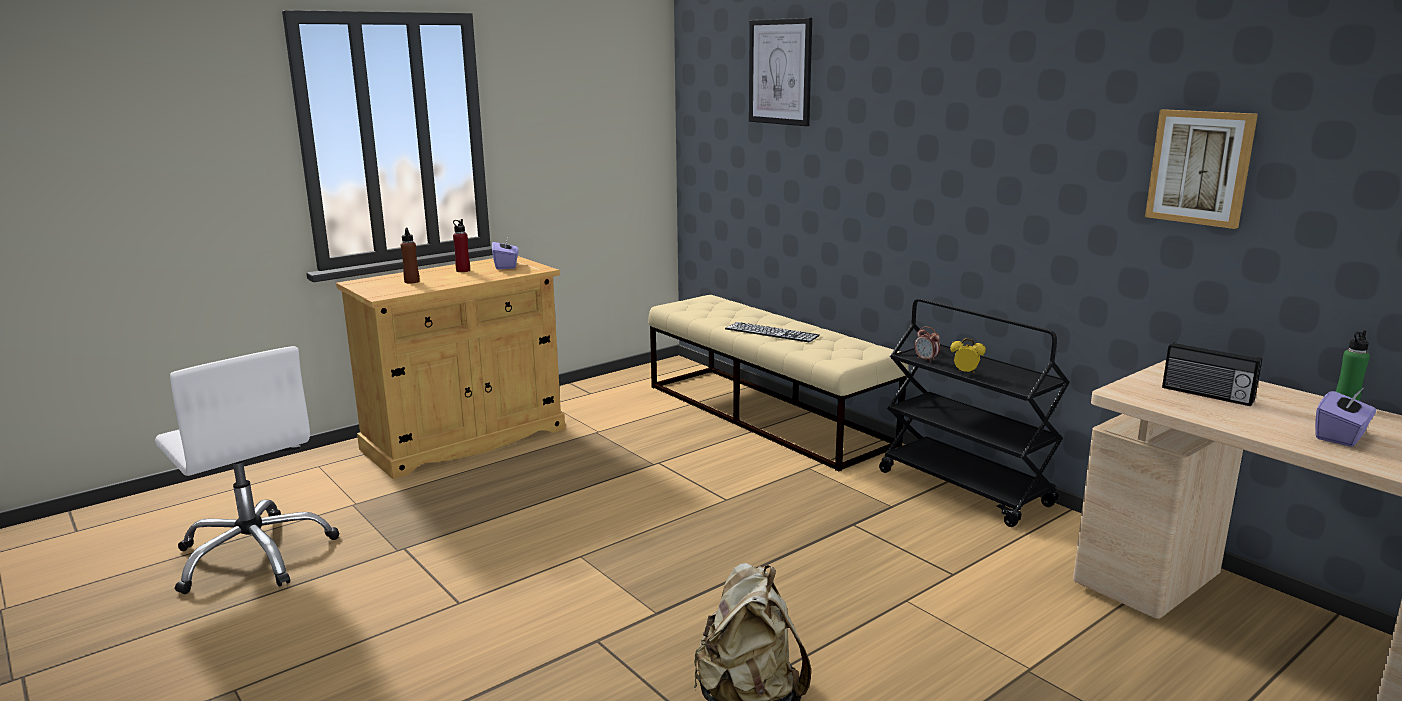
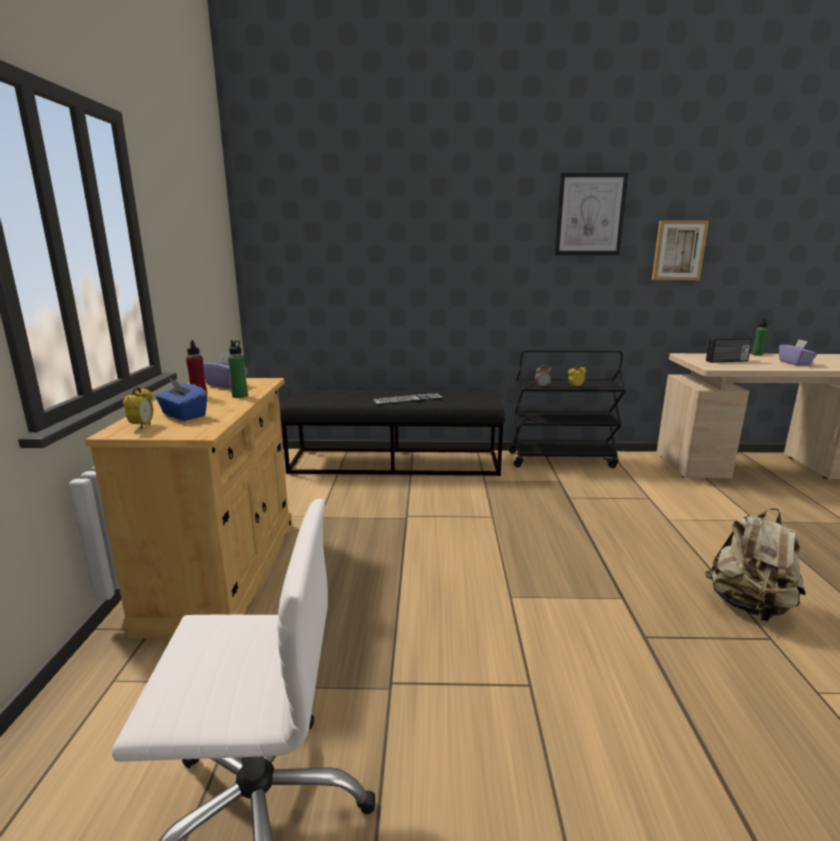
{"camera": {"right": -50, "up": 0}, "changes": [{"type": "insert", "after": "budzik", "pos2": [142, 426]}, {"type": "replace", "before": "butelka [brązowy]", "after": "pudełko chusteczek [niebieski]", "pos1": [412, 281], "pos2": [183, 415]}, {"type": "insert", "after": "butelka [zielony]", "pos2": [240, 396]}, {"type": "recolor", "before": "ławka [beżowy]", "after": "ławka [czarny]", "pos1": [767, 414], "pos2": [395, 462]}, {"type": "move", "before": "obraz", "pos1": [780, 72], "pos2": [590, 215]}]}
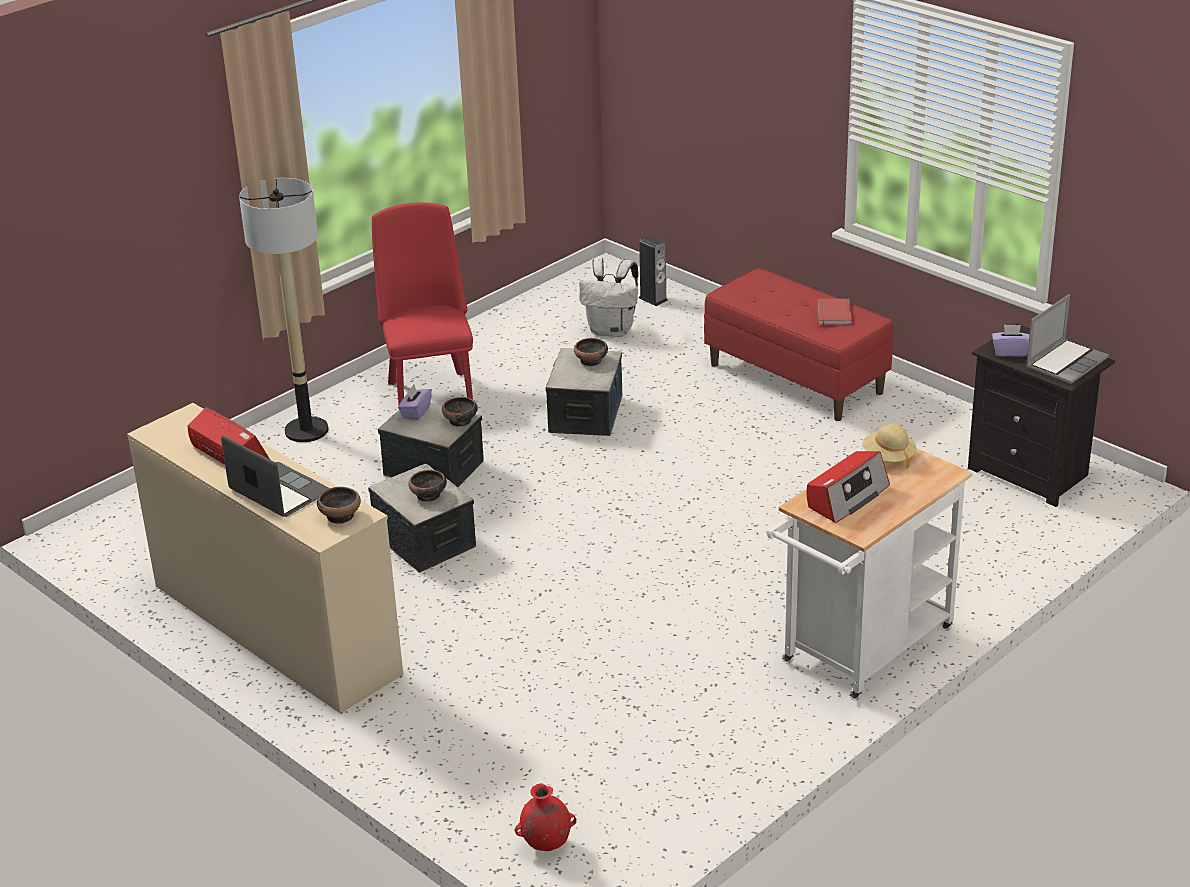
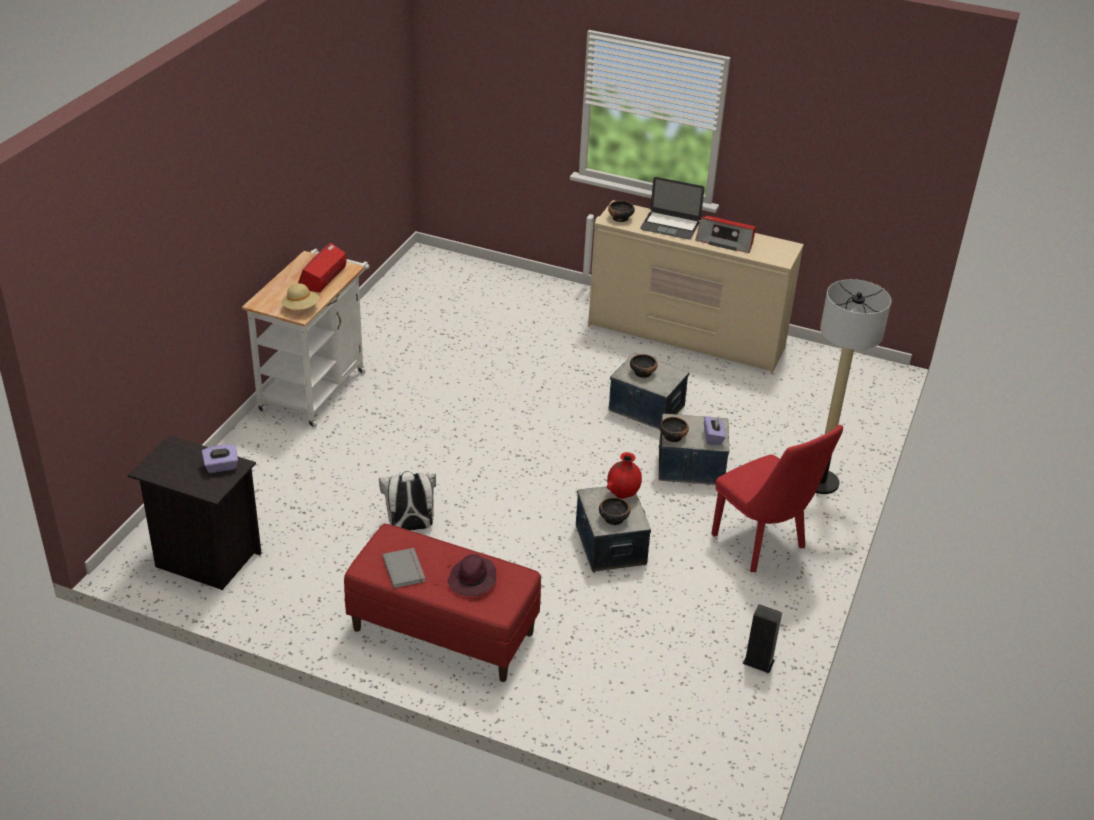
{"camera": {"right": 155, "up": 5}, "changes": [{"type": "move", "before": "plecak [biały]", "pos1": [612, 330], "pos2": [410, 527]}, {"type": "recolor", "before": "książka [czerwony]", "after": "książka [szary]", "pos1": [832, 314], "pos2": [405, 569]}, {"type": "insert", "after": "kapelusz [fioletowy]", "pos2": [472, 580]}, {"type": "move", "before": "wazon [czerwony]", "pos1": [546, 845], "pos2": [623, 494]}, {"type": "move", "before": "głośnik", "pos1": [653, 299], "pos2": [758, 662]}, {"type": "delete", "before": "laptop", "pos1": [1066, 362]}]}
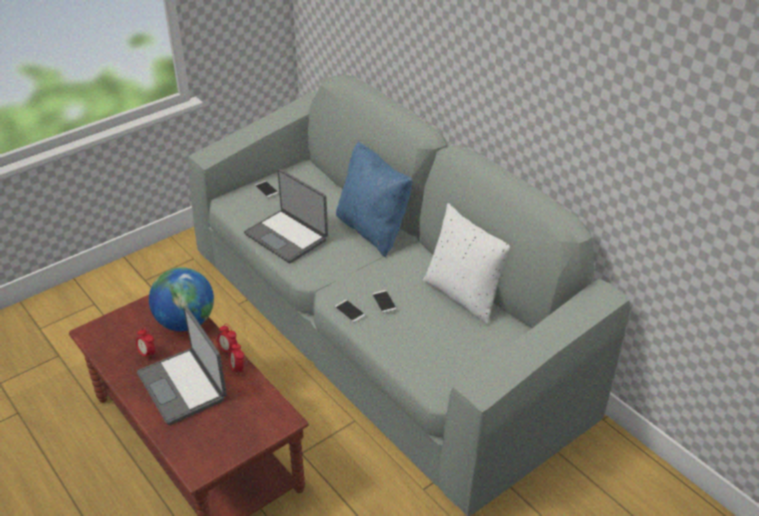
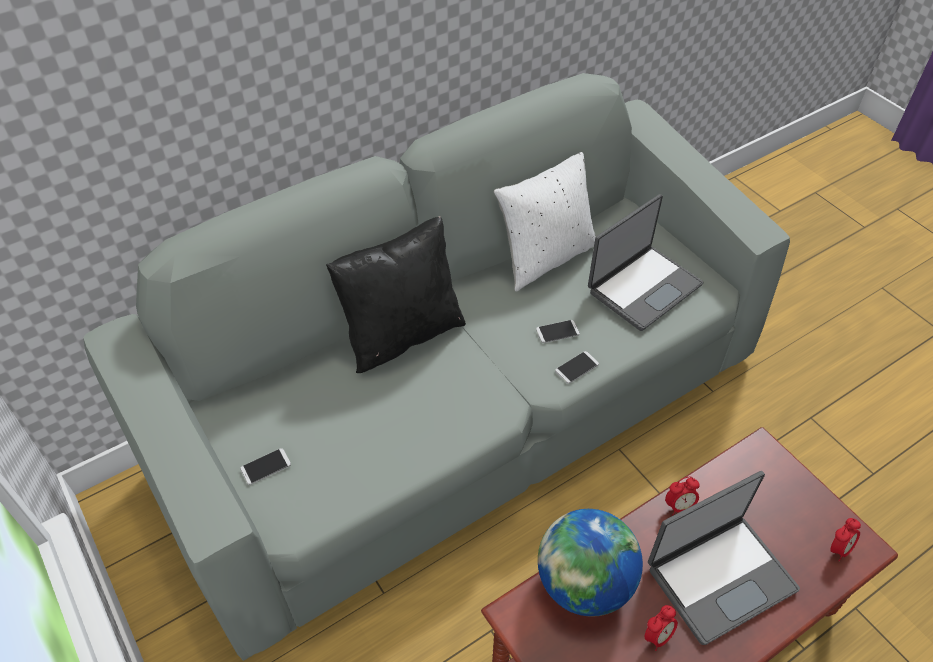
{"camera": {"right": -85, "up": 10}, "changes": [{"type": "recolor", "before": "poduszka [niebieski]", "after": "poduszka [czarny]", "pos1": [373, 230], "pos2": [402, 333]}, {"type": "move", "before": "laptop", "pos1": [287, 236], "pos2": [643, 287]}, {"type": "move", "before": "budzik", "pos1": [228, 350], "pos2": [838, 549]}]}
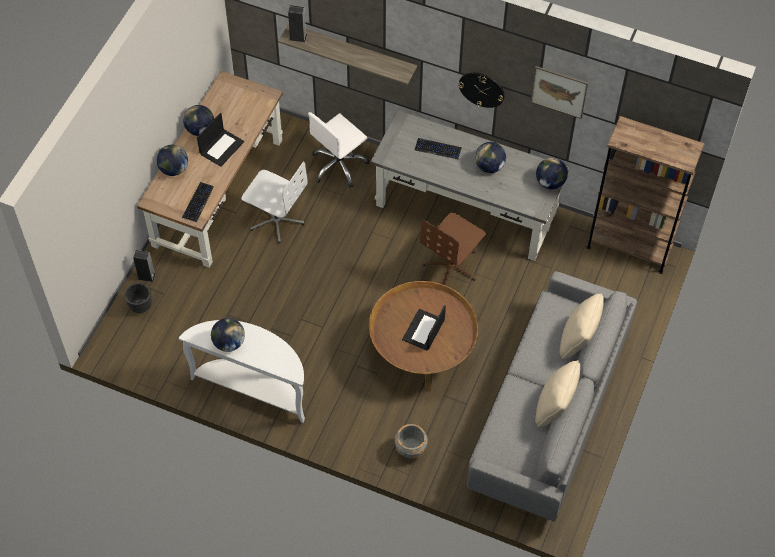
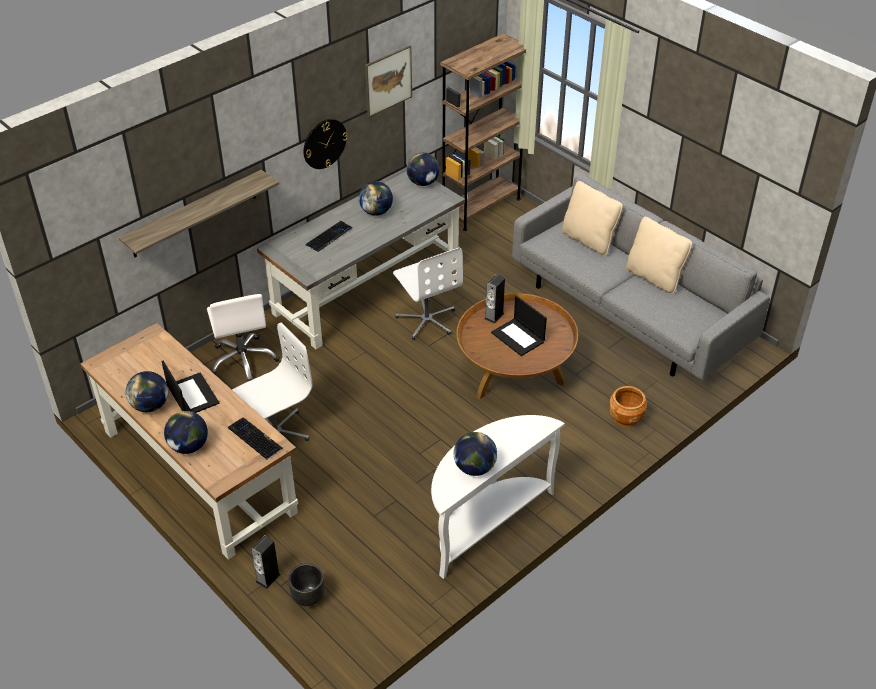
{"camera": {"right": -65, "up": -15}, "changes": [{"type": "recolor", "before": "krzesło biurowe [brązowy]", "after": "krzesło biurowe [biały]", "pos1": [452, 265], "pos2": [427, 320]}, {"type": "move", "before": "głośnik", "pos1": [298, 37], "pos2": [494, 316]}, {"type": "recolor", "before": "donica [szary]", "after": "donica [brązowy]", "pos1": [410, 448], "pos2": [625, 418]}]}
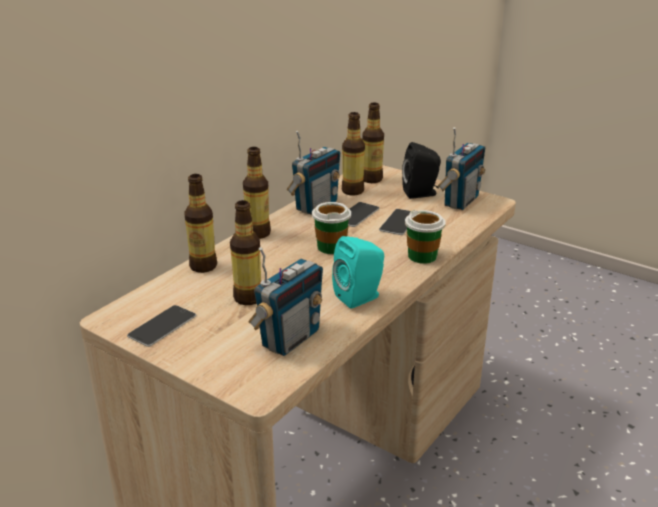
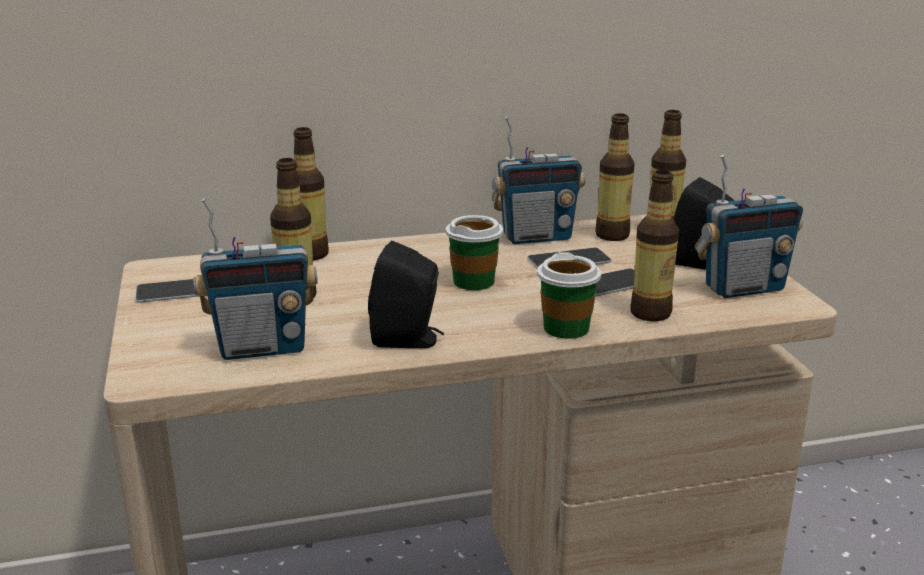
{"camera": {"right": 40, "up": -5}, "changes": [{"type": "recolor", "before": "głośnik [turkusowy]", "after": "głośnik [czarny]", "pos1": [360, 297], "pos2": [409, 340]}, {"type": "move", "before": "butelka", "pos1": [258, 233], "pos2": [650, 313]}]}
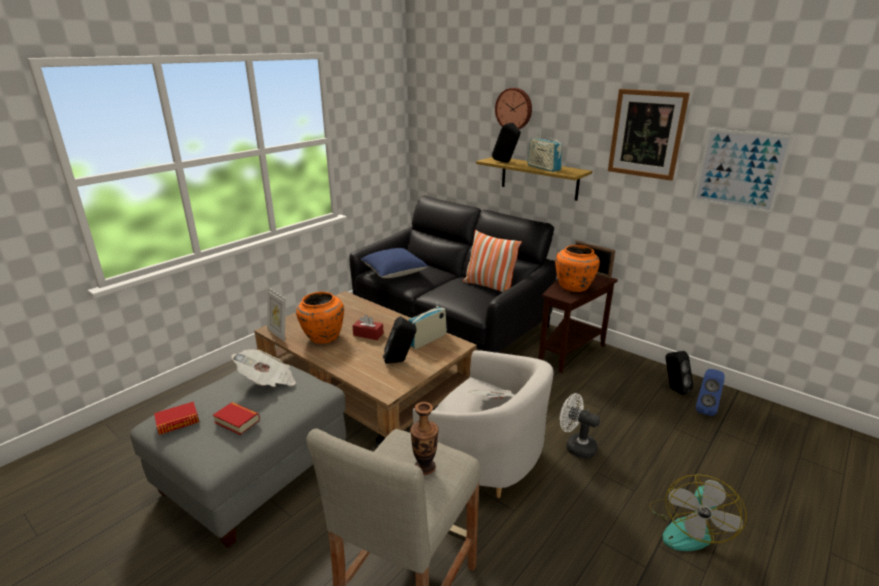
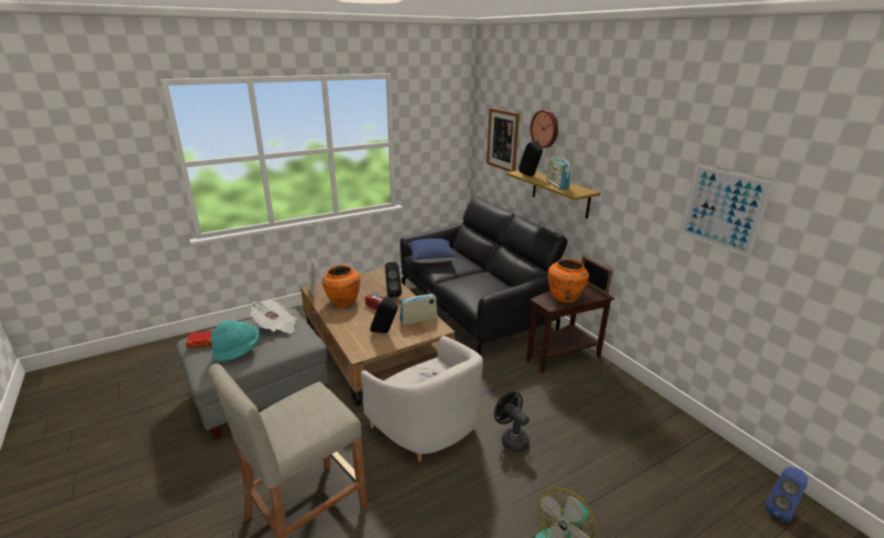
{"camera": {"right": 20, "up": 0}, "changes": [{"type": "replace", "before": "książka", "after": "kapelusz [turkusowy]", "pos1": [237, 421], "pos2": [238, 351]}, {"type": "move", "before": "głośnik [czarny]", "pos1": [674, 389], "pos2": [392, 294]}, {"type": "move", "before": "obraz", "pos1": [646, 134], "pos2": [502, 140]}, {"type": "recolor", "before": "wentylator [biały]", "after": "wentylator [czarny]", "pos1": [576, 446], "pos2": [511, 439]}, {"type": "move", "before": "głośnik [niebieski]", "pos1": [705, 408], "pos2": [780, 509]}, {"type": "delete", "before": "wazon", "pos1": [425, 467]}, {"type": "delete", "before": "poduszka", "pos1": [489, 286]}]}
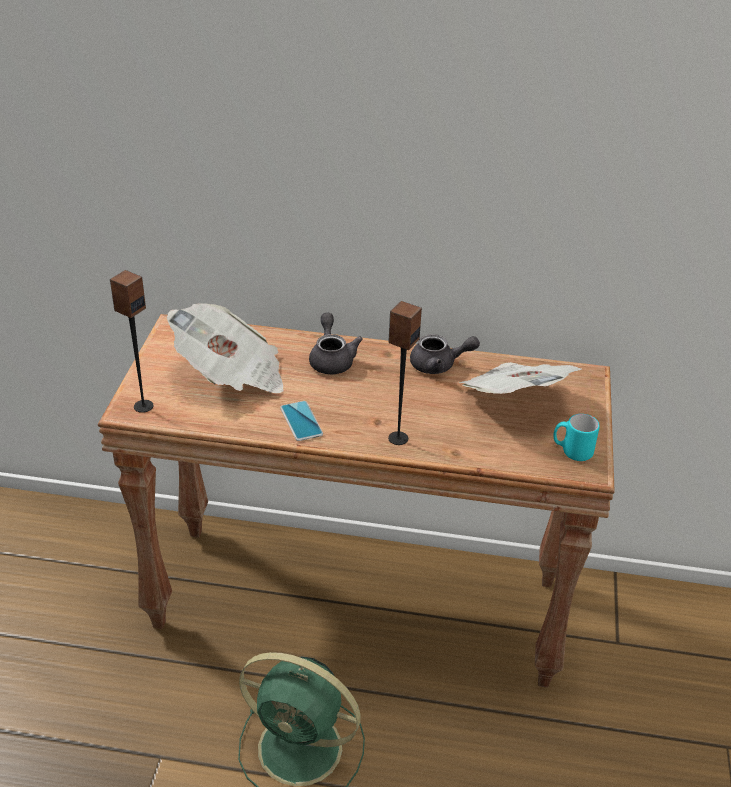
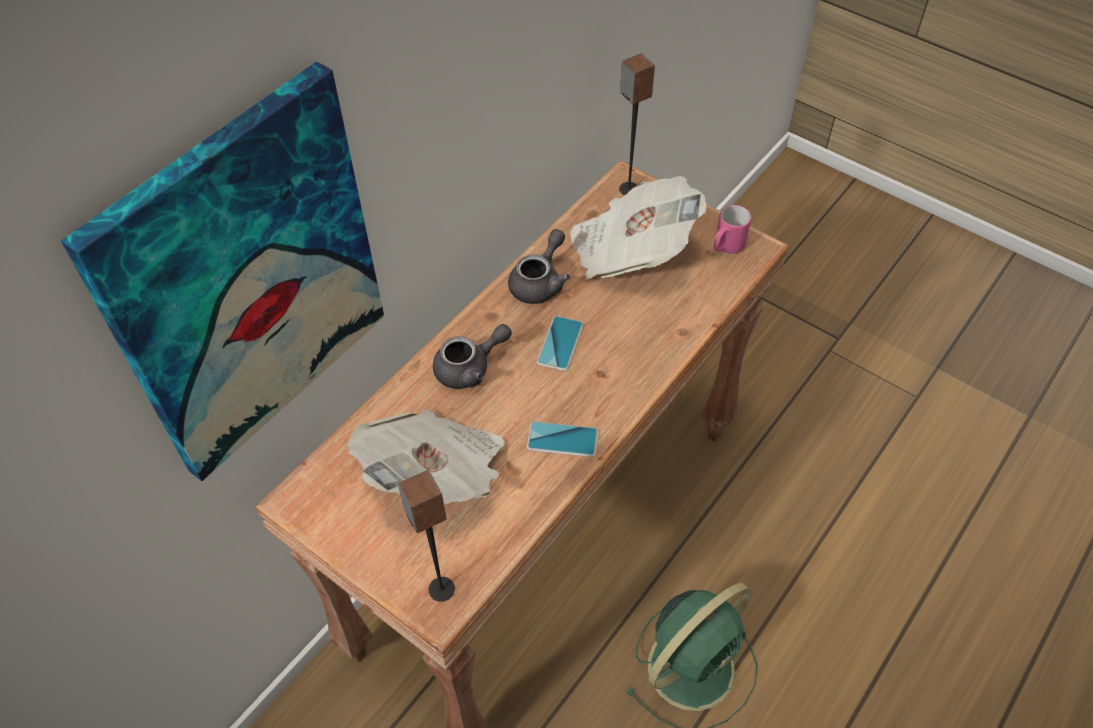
{"camera": {"right": -60, "up": 15}, "changes": [{"type": "insert", "after": "obraz", "pos2": [247, 281]}, {"type": "rotate", "before": "imbryk [szary]", "pos1": [331, 359], "pos2": [470, 368], "turn": 135}, {"type": "insert", "after": "telefon", "pos2": [560, 343]}, {"type": "move", "before": "głośnik", "pos1": [397, 438], "pos2": [628, 189]}, {"type": "recolor", "before": "kubek [turkusowy]", "after": "kubek [różowy]", "pos1": [572, 451], "pos2": [726, 247]}]}
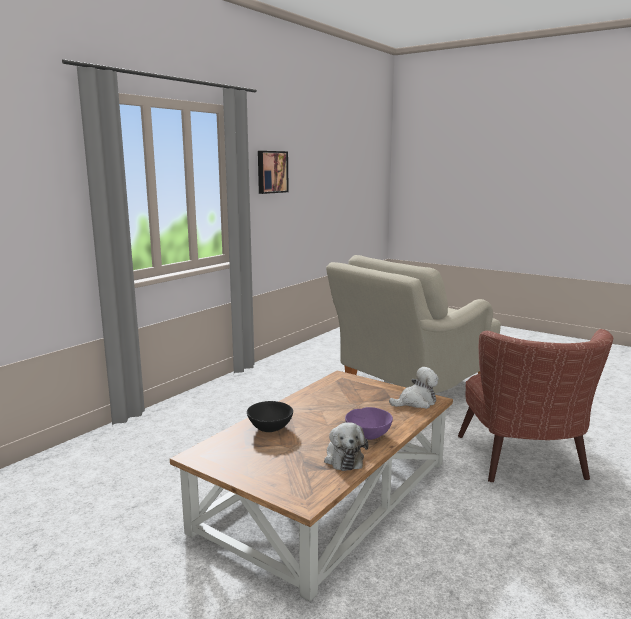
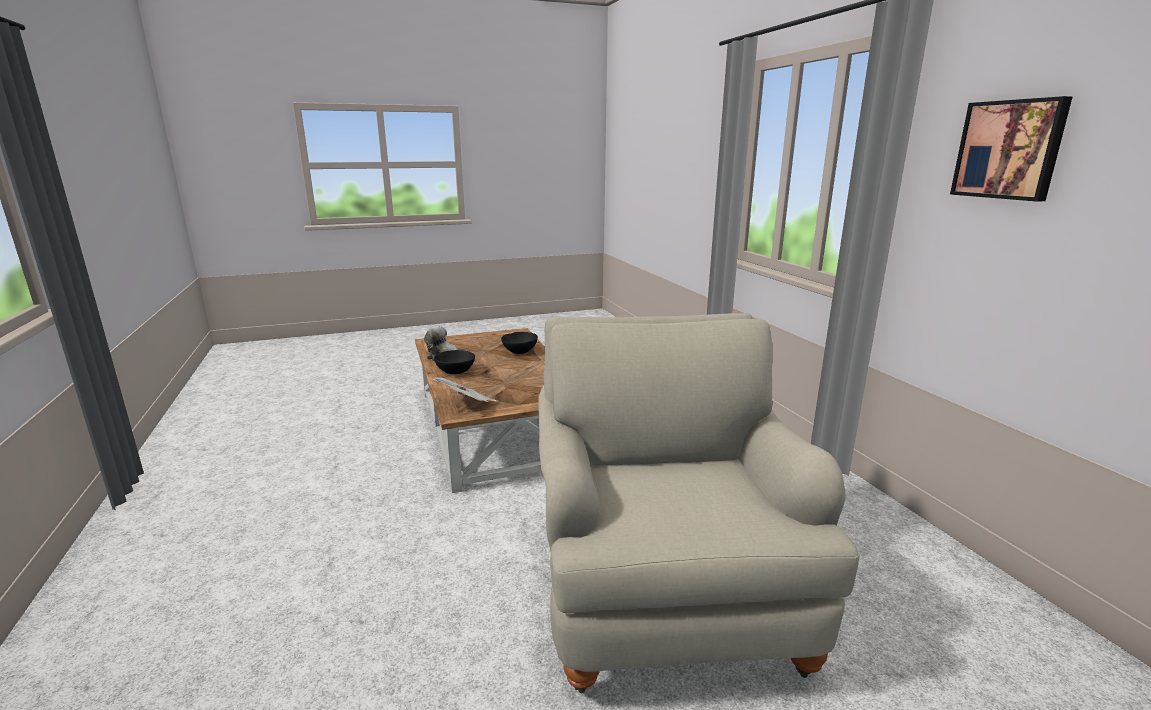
{"camera": {"right": 125, "up": 5}, "changes": [{"type": "replace", "before": "pluszak", "after": "gazeta", "pos1": [416, 402], "pos2": [466, 405]}, {"type": "recolor", "before": "miska [fioletowy]", "after": "miska [czarny]", "pos1": [368, 435], "pos2": [455, 371]}, {"type": "delete", "before": "fotel [brązowy]", "pos1": [525, 464]}]}
